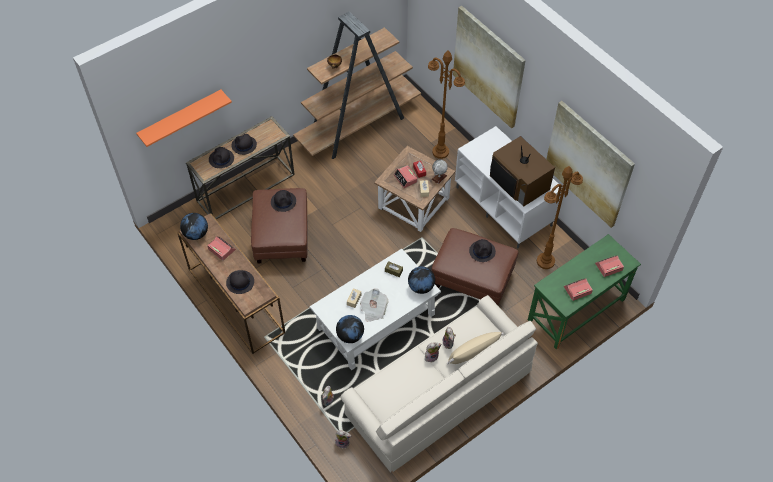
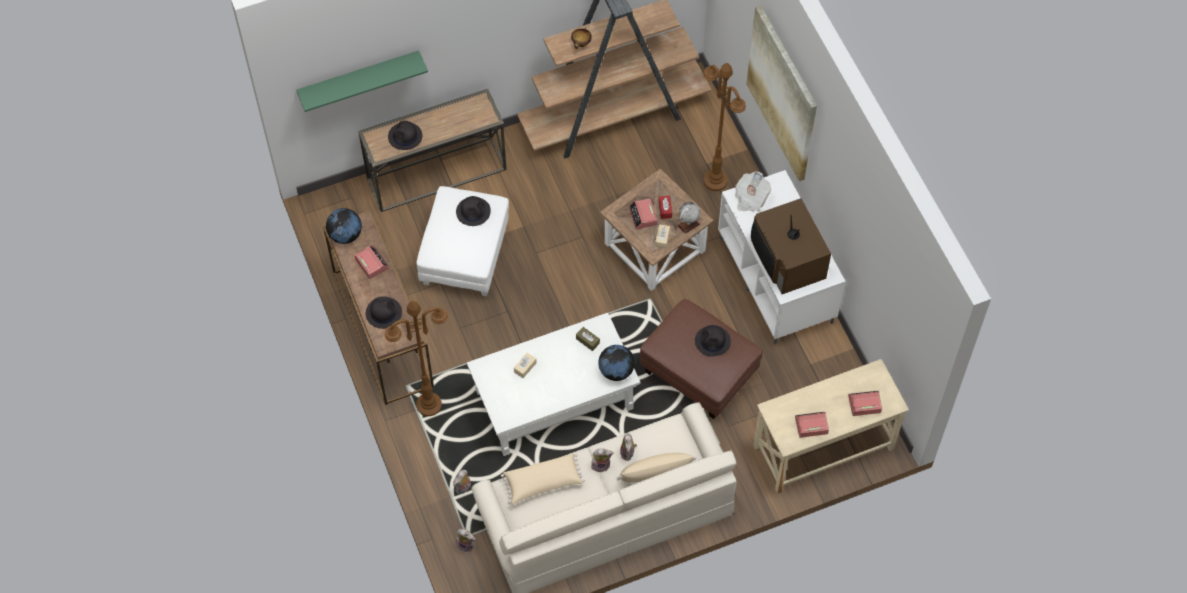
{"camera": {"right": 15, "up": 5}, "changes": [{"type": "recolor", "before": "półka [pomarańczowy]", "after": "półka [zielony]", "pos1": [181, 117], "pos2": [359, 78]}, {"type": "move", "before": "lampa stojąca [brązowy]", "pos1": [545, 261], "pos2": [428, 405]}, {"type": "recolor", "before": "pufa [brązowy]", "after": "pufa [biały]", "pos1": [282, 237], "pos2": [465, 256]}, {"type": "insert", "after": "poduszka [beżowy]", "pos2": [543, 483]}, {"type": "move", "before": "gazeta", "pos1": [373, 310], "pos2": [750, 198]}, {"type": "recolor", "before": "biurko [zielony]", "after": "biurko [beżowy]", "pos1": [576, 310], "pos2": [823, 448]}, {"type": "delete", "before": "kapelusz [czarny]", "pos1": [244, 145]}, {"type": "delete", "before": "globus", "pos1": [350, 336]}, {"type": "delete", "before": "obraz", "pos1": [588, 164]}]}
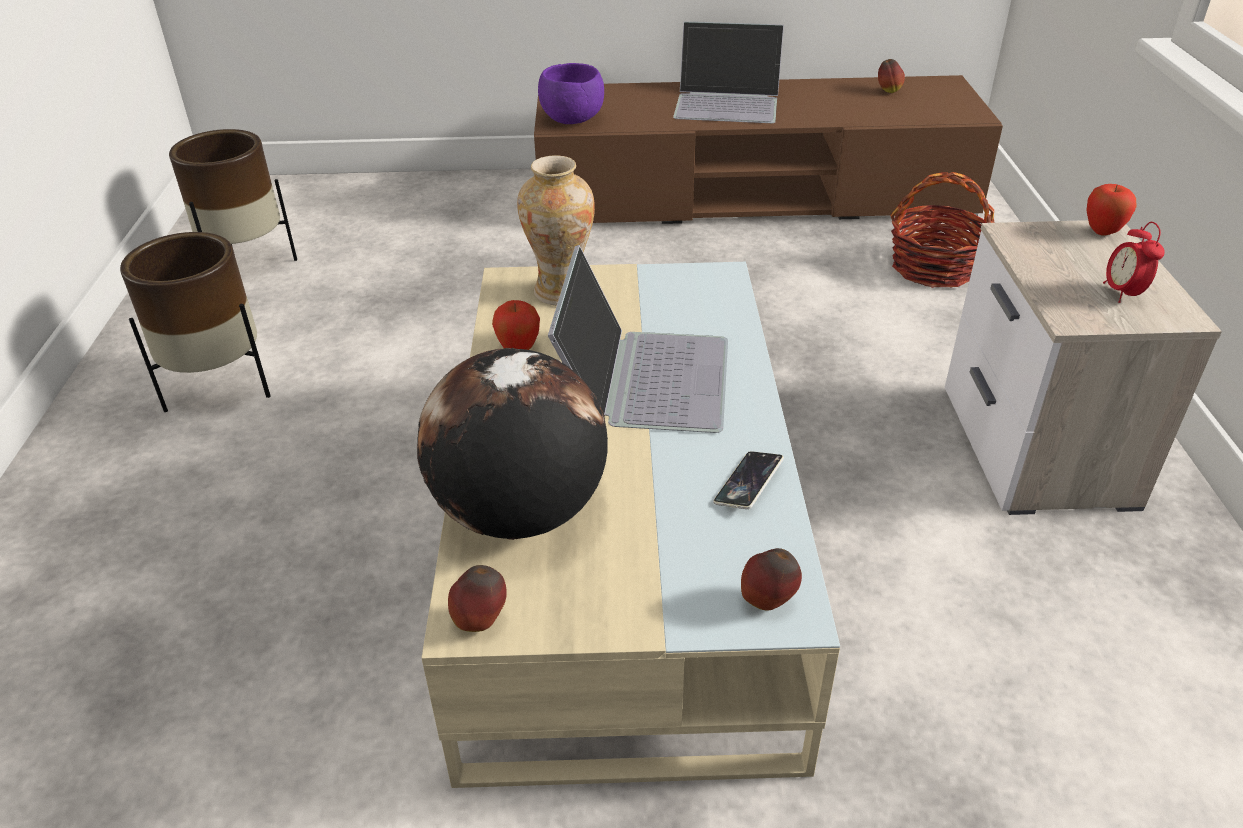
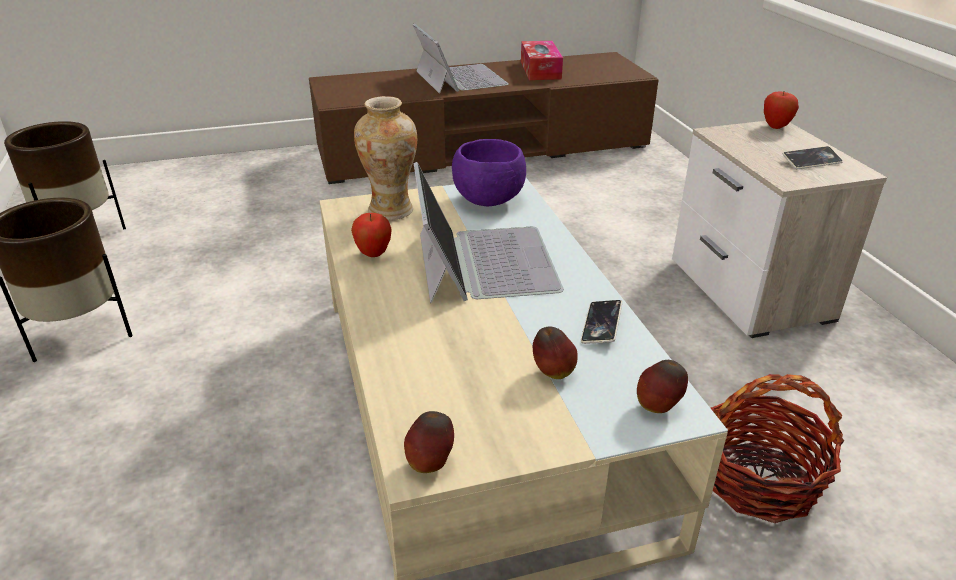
{"camera": {"right": -15, "up": -5}, "changes": [{"type": "rotate", "before": "laptop", "pos1": [728, 102], "pos2": [459, 78], "turn": -105}, {"type": "move", "before": "miska [fioletowy]", "pos1": [572, 121], "pos2": [488, 201]}, {"type": "insert", "after": "pudełko chusteczek", "pos2": [540, 70]}, {"type": "move", "before": "jabłko", "pos1": [888, 91], "pos2": [552, 373]}, {"type": "move", "before": "koszyk", "pos1": [934, 268], "pos2": [759, 480]}, {"type": "replace", "before": "budzik", "after": "telefon", "pos1": [1122, 293], "pos2": [811, 161]}, {"type": "delete", "before": "globus", "pos1": [519, 513]}]}
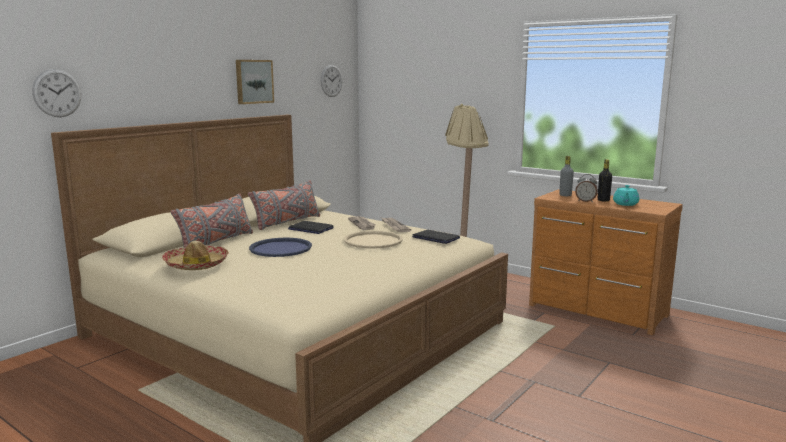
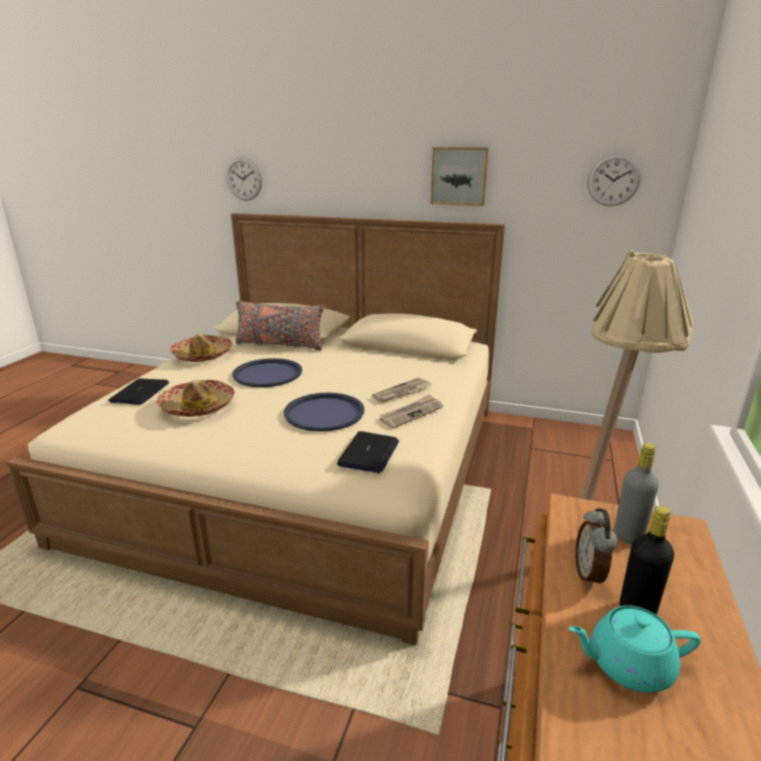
{"camera": {"right": 70, "up": 10}, "changes": [{"type": "move", "before": "laptop", "pos1": [310, 228], "pos2": [140, 392]}, {"type": "insert", "after": "kapelusz", "pos2": [198, 407]}, {"type": "recolor", "before": "taca [beżowy]", "after": "taca [niebieski]", "pos1": [373, 241], "pos2": [324, 413]}, {"type": "delete", "before": "poduszka [szary]", "pos1": [286, 222]}]}
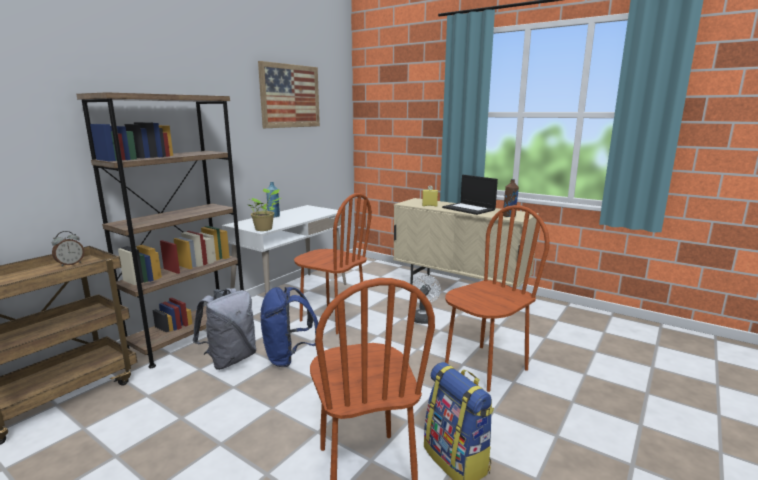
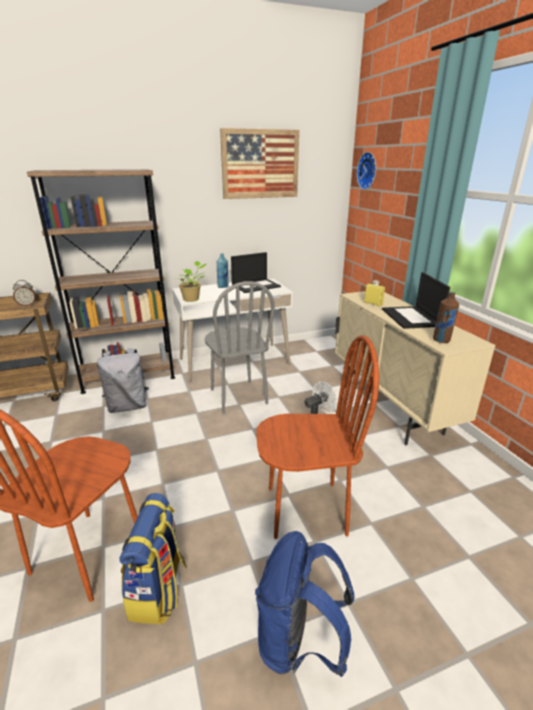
{"camera": {"right": 35, "up": 10}, "changes": [{"type": "recolor", "before": "krzesło [brązowy]", "after": "krzesło [szary]", "pos1": [333, 318], "pos2": [238, 396]}, {"type": "insert", "after": "laptop", "pos2": [256, 286]}, {"type": "move", "before": "plecak [niebieski]", "pos1": [289, 357], "pos2": [298, 642]}, {"type": "insert", "after": "zegar ścienny", "pos2": [368, 171]}]}
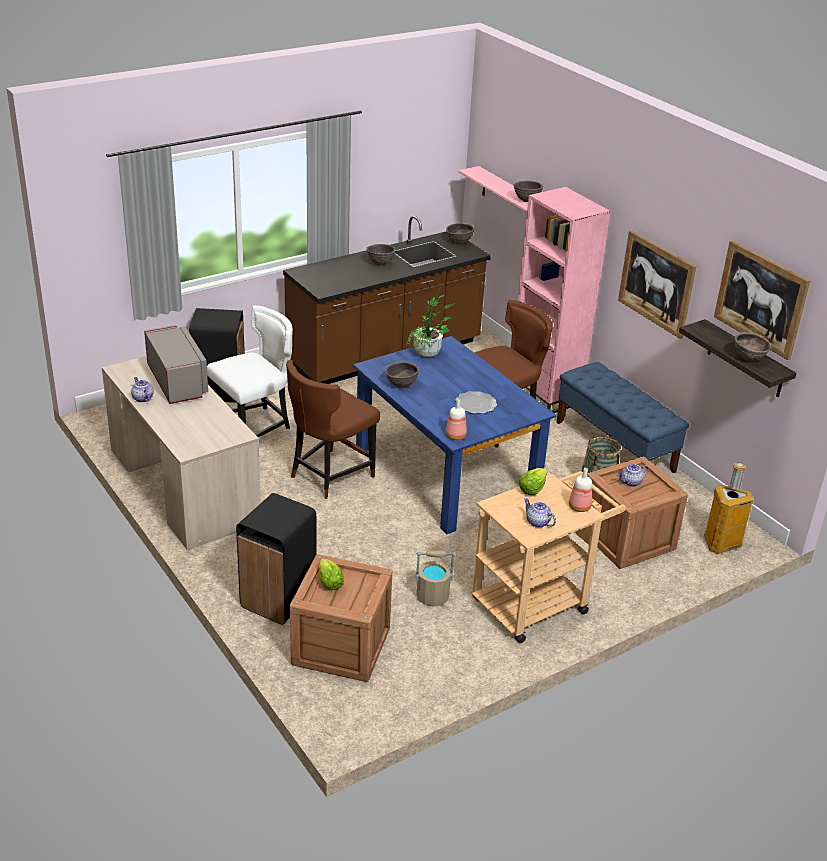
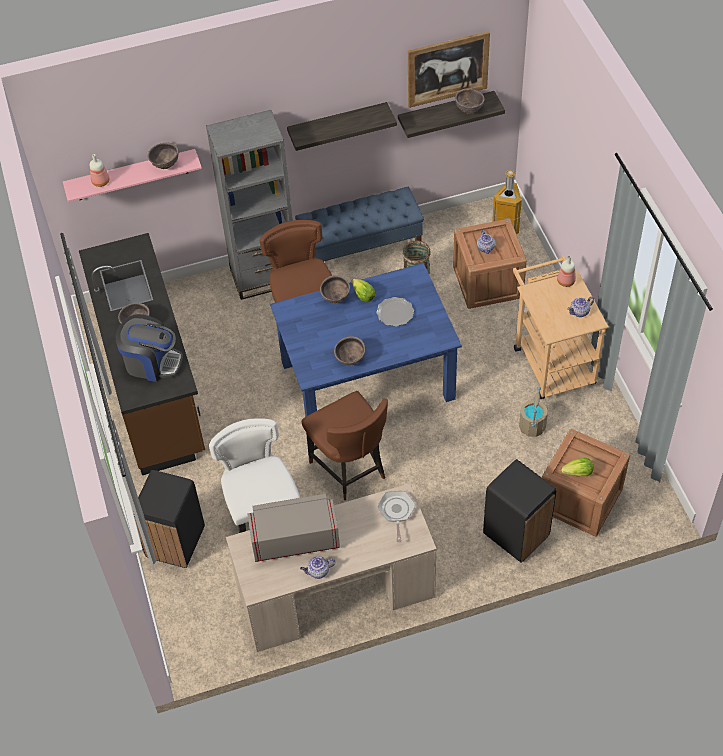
{"camera": {"right": -70, "up": 20}, "changes": [{"type": "move", "before": "butelka", "pos1": [456, 436], "pos2": [100, 181]}, {"type": "insert", "after": "ekspres do kawy", "pos2": [152, 362]}, {"type": "recolor", "before": "regał [różowy]", "after": "regał [szary]", "pos1": [545, 394], "pos2": [264, 276]}, {"type": "replace", "before": "obraz", "after": "półka", "pos1": [656, 283], "pos2": [337, 124]}, {"type": "move", "before": "miska [brązowy]", "pos1": [459, 242], "pos2": [335, 298]}, {"type": "move", "before": "sałata", "pos1": [532, 489], "pos2": [363, 296]}, {"type": "insert", "after": "patelnia", "pos2": [396, 512]}, {"type": "delete", "before": "roślina doniczkowa", "pos1": [427, 357]}]}
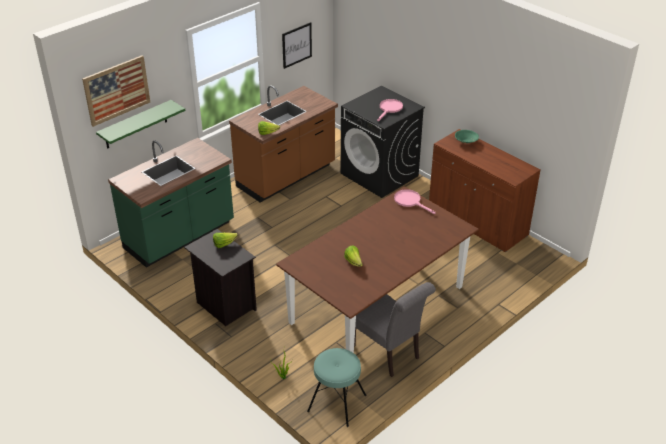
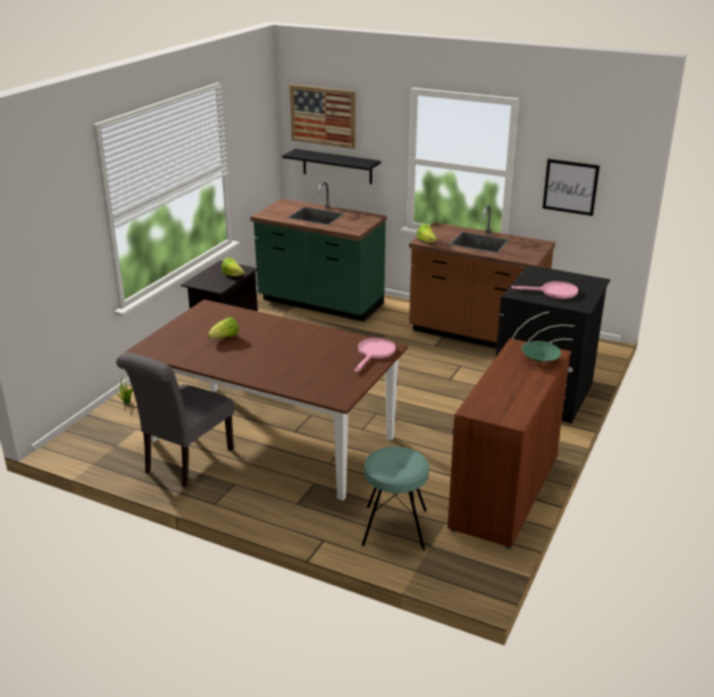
{"camera": {"right": 70, "up": -10}, "changes": [{"type": "recolor", "before": "półka [zielony]", "after": "półka [czarny]", "pos1": [136, 125], "pos2": [337, 166]}, {"type": "move", "before": "stołek [turkusowy]", "pos1": [337, 403], "pos2": [395, 527]}]}
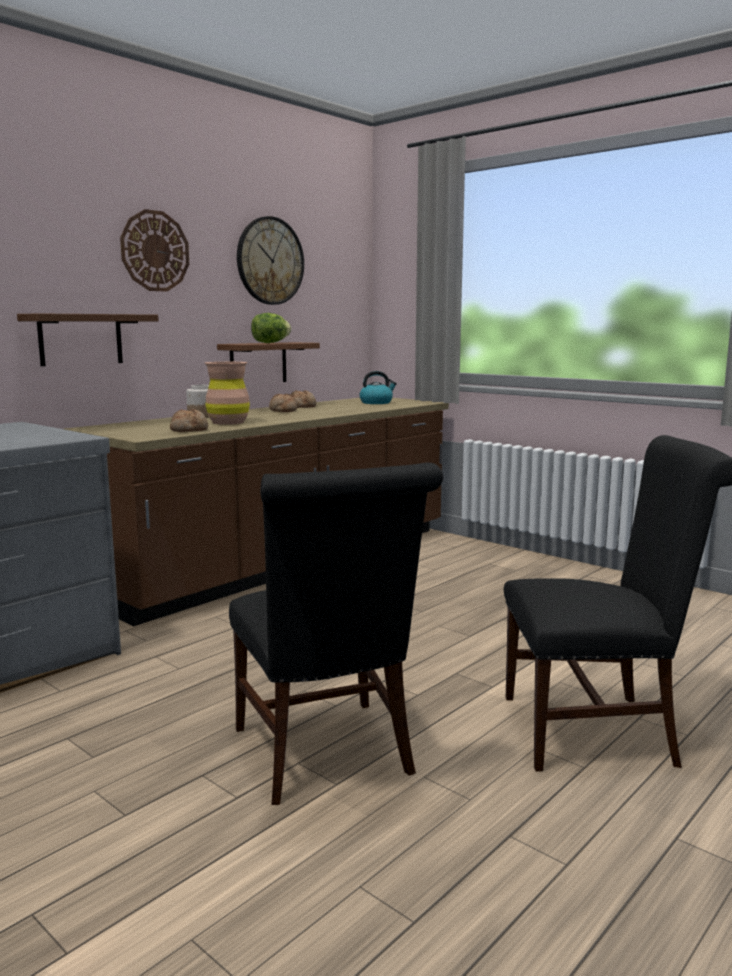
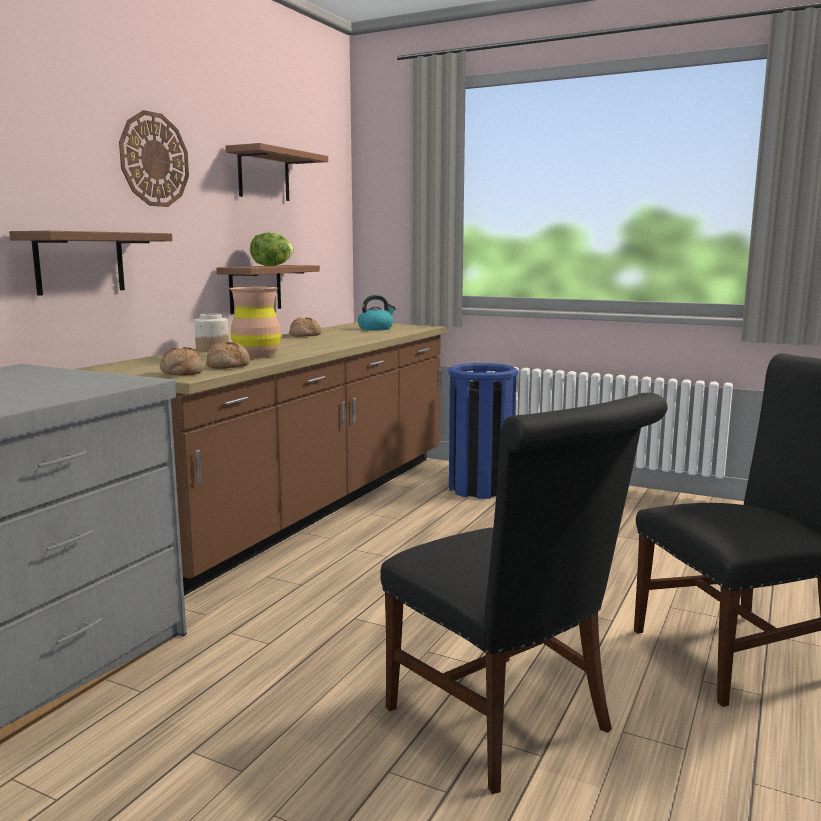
{"camera": {"right": -15, "up": 0}, "changes": [{"type": "move", "before": "chleb", "pos1": [282, 411], "pos2": [181, 373]}, {"type": "replace", "before": "zegar ścienny", "after": "półka [brązowy]", "pos1": [270, 261], "pos2": [263, 175]}, {"type": "insert", "after": "kosz na śmieci [niebieski]", "pos2": [480, 488]}]}
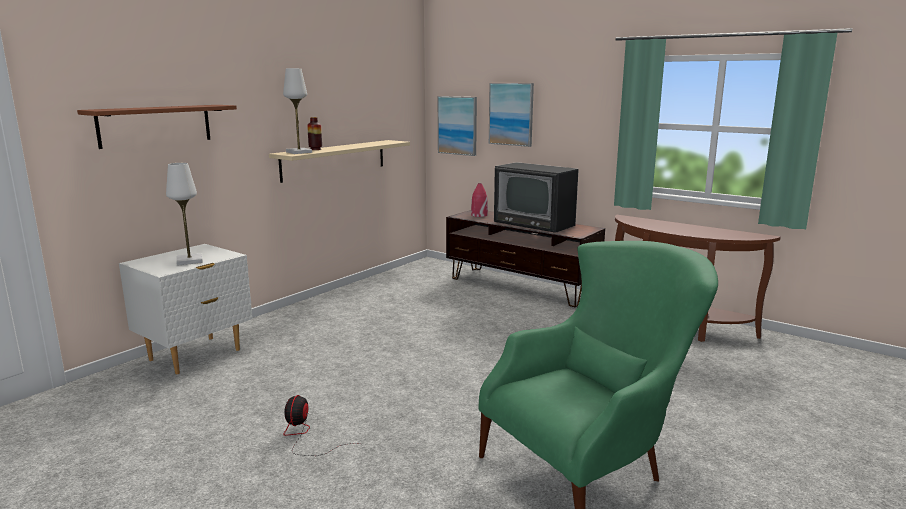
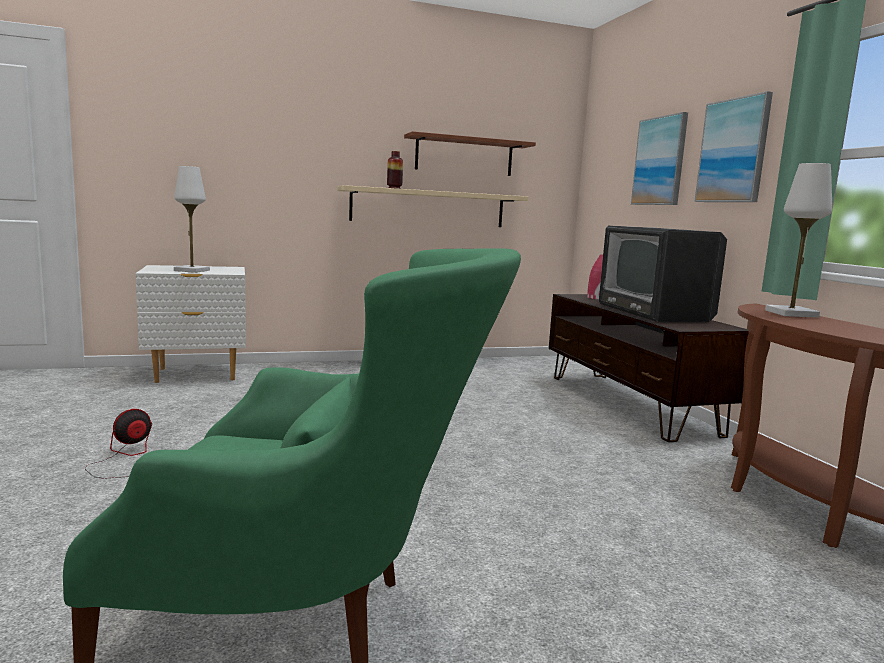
{"camera": {"right": 35, "up": -5}, "changes": [{"type": "move", "before": "półka [brązowy]", "pos1": [155, 125], "pos2": [464, 156]}, {"type": "move", "before": "obraz", "pos1": [457, 125], "pos2": [733, 151]}, {"type": "move", "before": "lampa stołowa [biały]", "pos1": [299, 152], "pos2": [791, 314]}]}
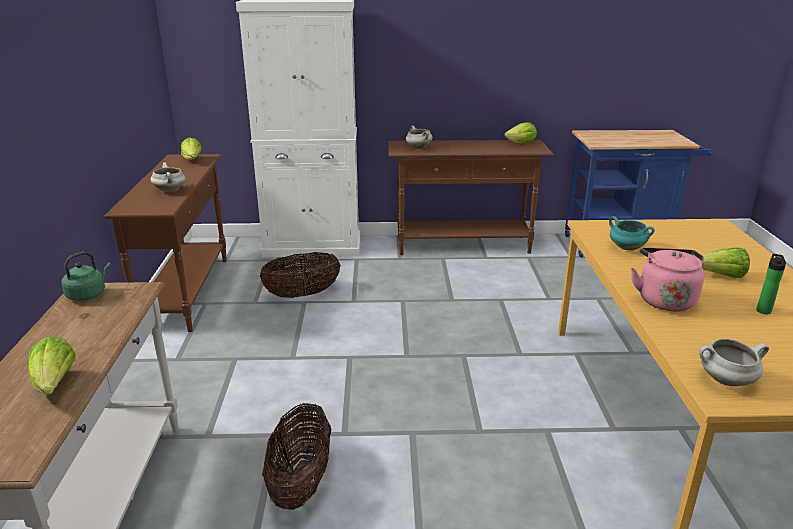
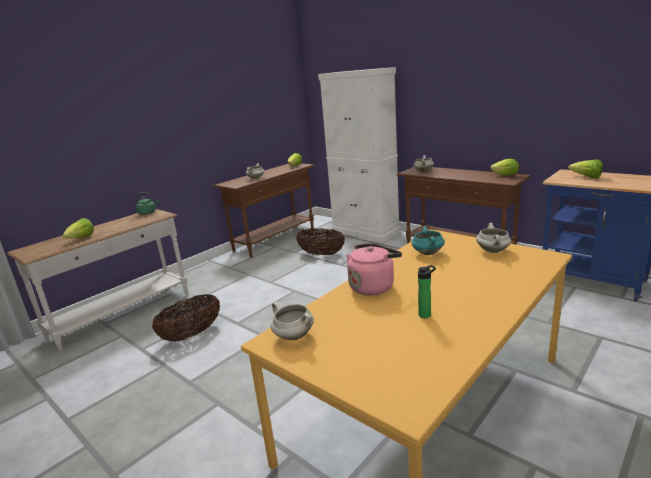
{"camera": {"right": 45, "up": -5}, "changes": [{"type": "insert", "after": "garnek [biały]", "pos2": [493, 251]}, {"type": "move", "before": "sałata", "pos1": [721, 276], "pos2": [586, 177]}]}
